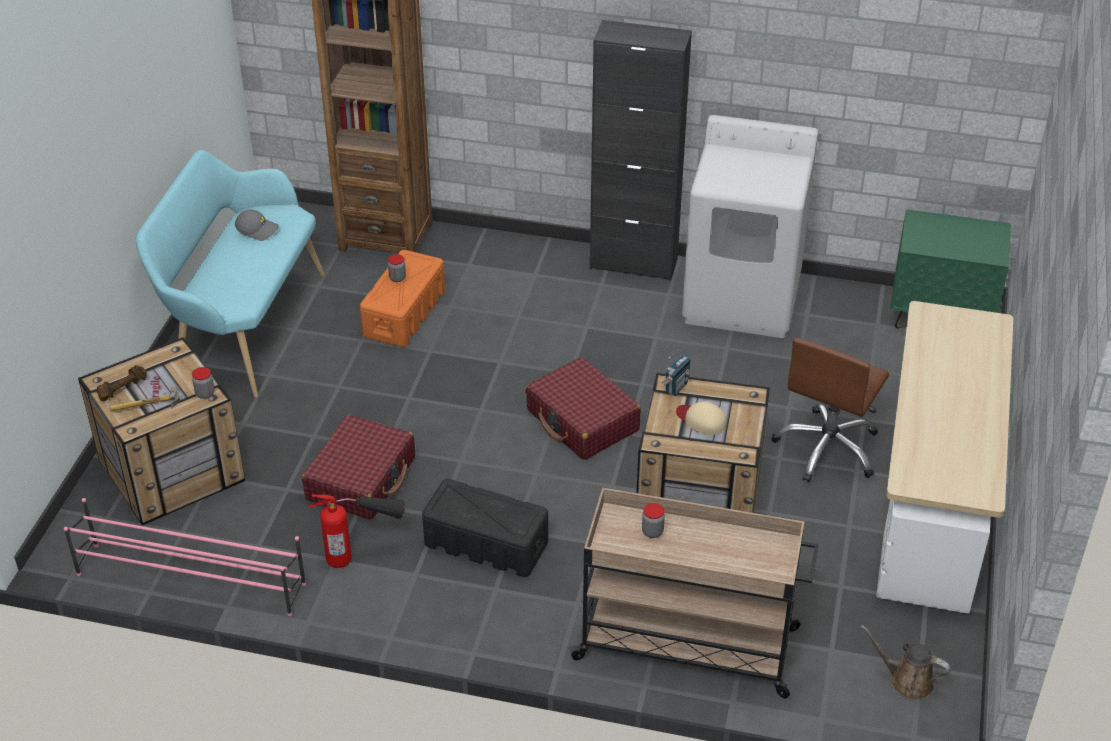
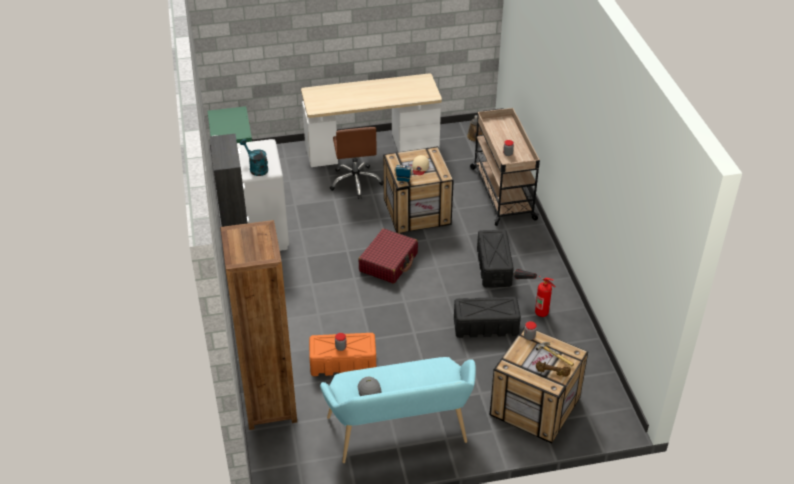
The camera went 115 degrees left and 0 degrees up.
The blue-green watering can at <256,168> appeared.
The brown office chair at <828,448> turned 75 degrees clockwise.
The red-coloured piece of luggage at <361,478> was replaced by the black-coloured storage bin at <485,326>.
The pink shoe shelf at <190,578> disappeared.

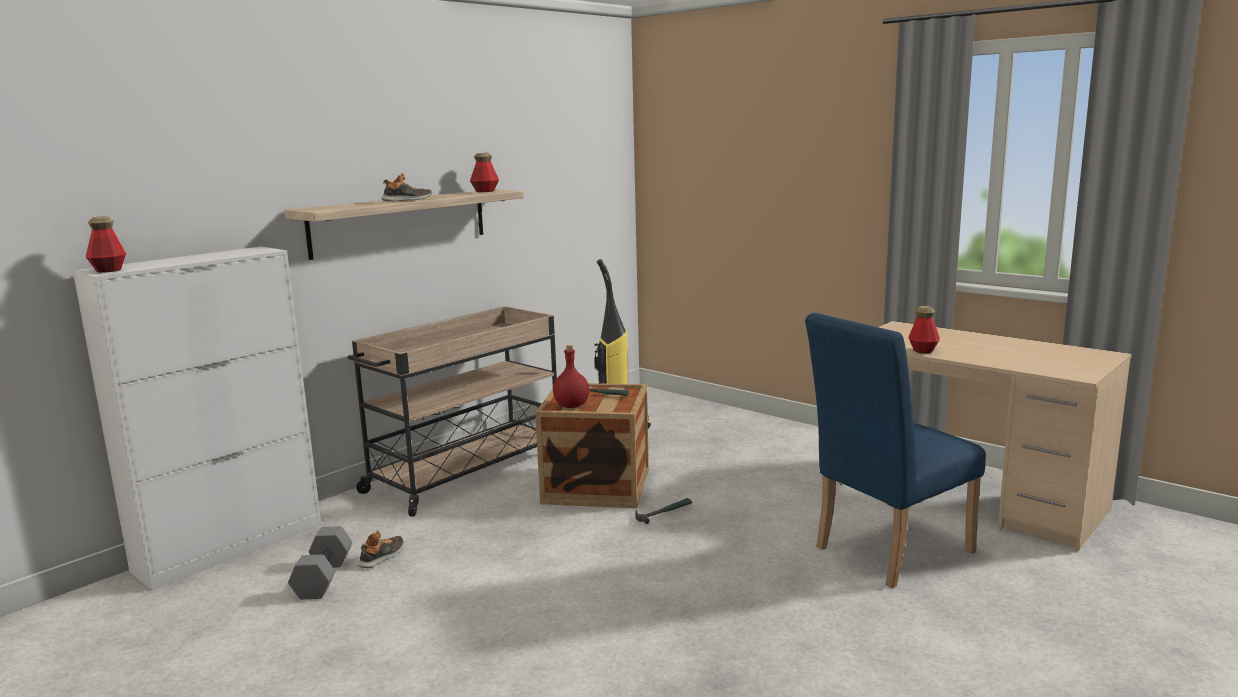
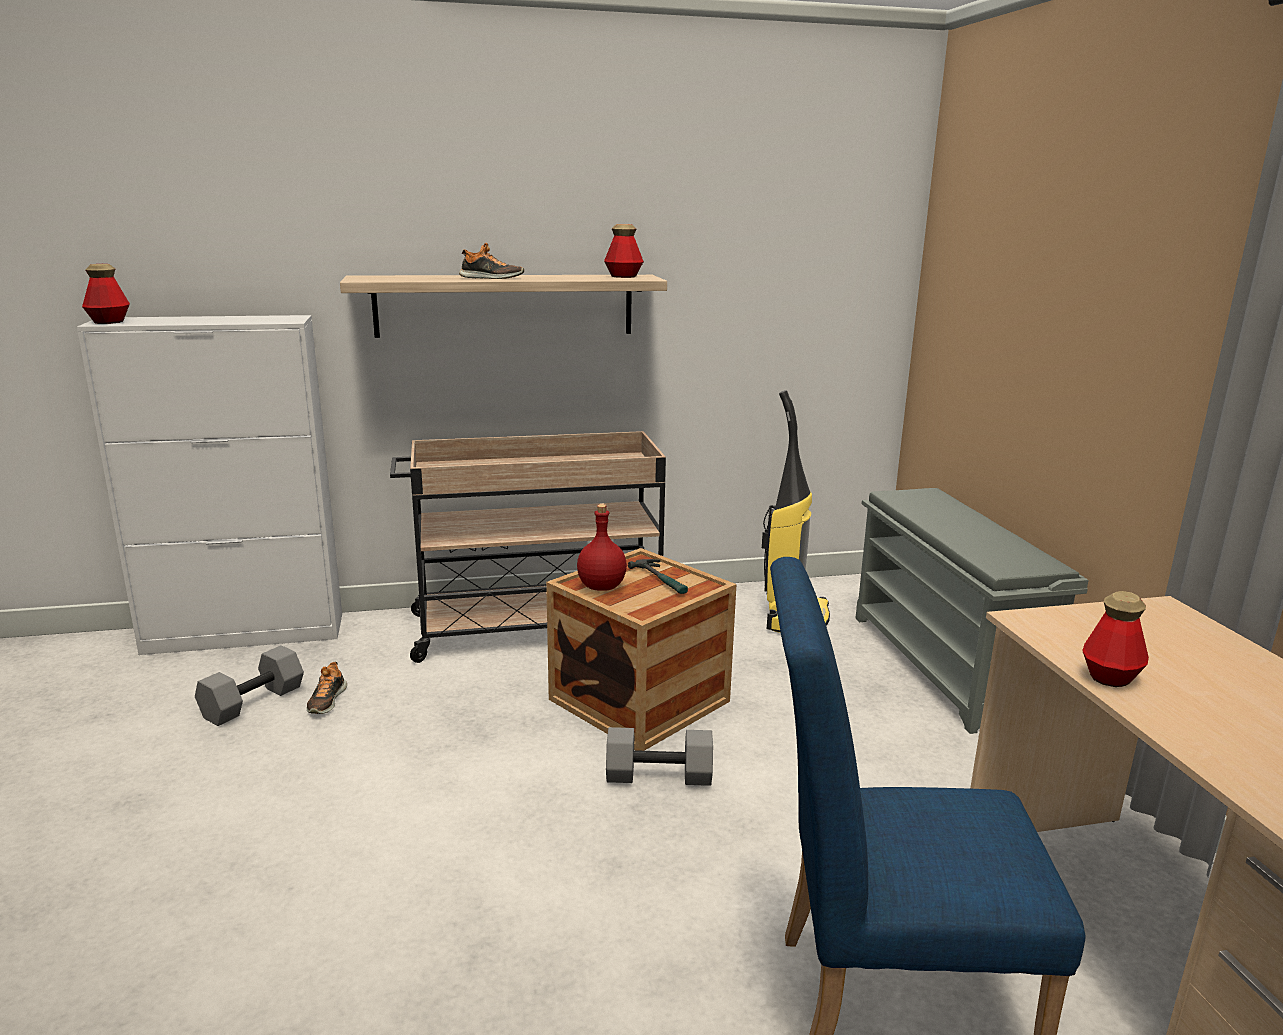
The camera went 35 degrees right and 5 degrees up.
The item of footwear at <382,557> turned 120 degrees clockwise.
The tool hammer at <663,513> was replaced by the grey hand weight at <660,775>.
The grey shoe shelf at <945,666> appeared.

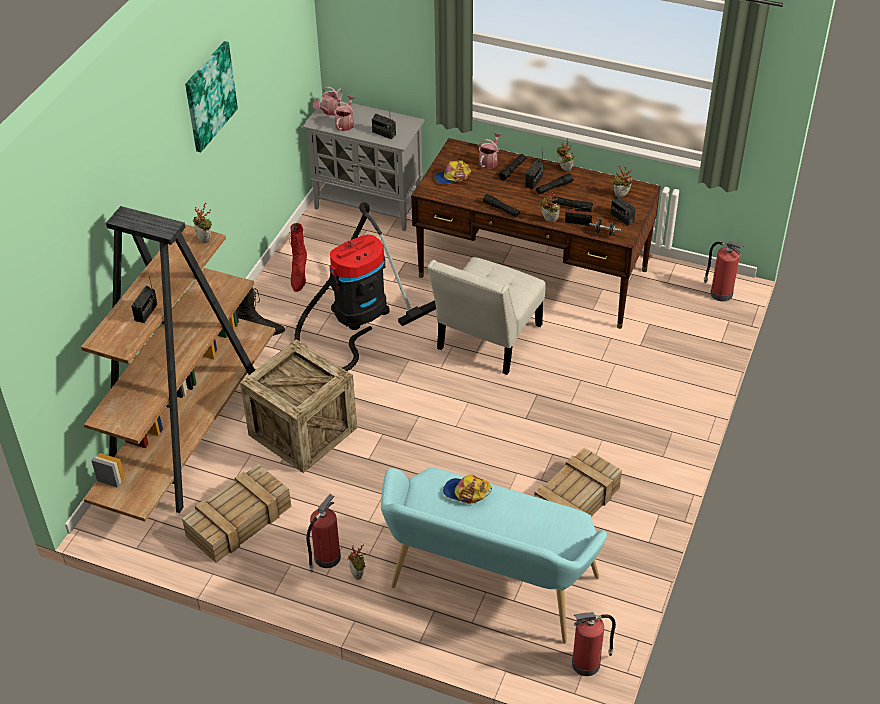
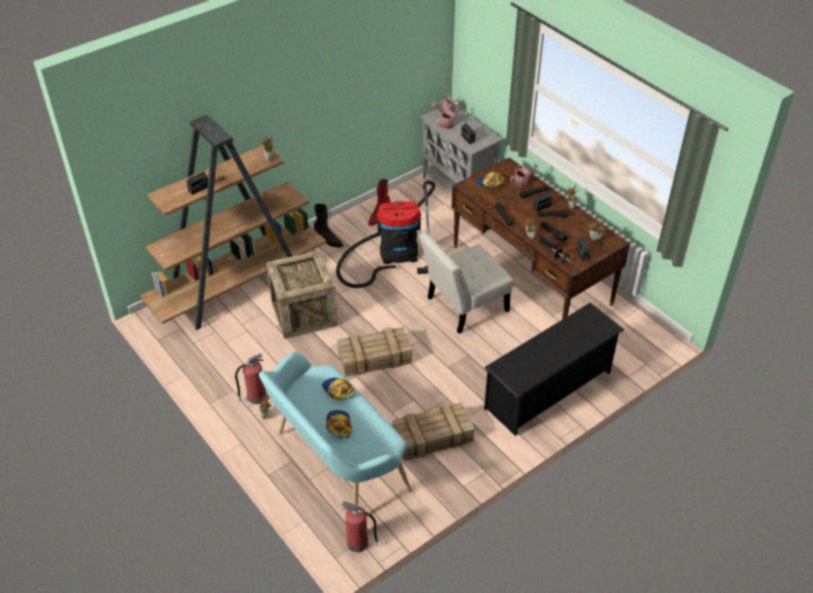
The camera went 30 degrees right and 0 degrees up.
The peaked cap at <339,425> appeared.
The shipping crate moved from <240,519> to <376,357>.
The black-coloured shoe shelf at <548,390> appeared.
The picture at <209,96> disappeared.
The fire extinguisher at <720,293> disappeared.

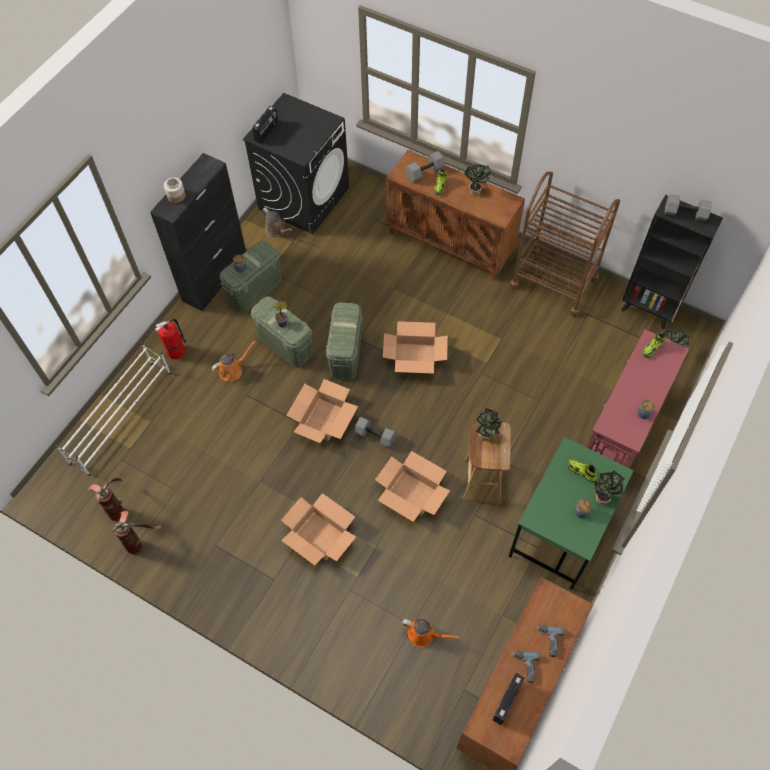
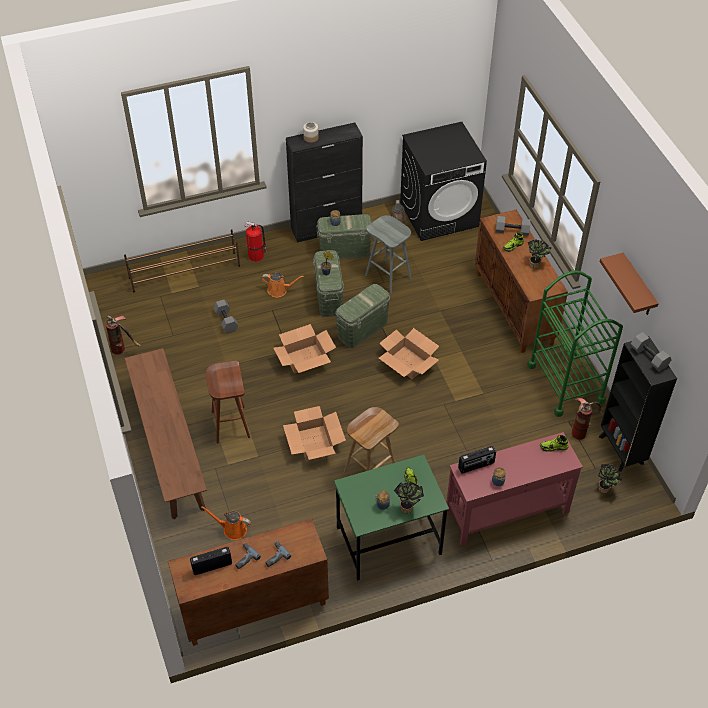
The camera went 40 degrees right and 10 degrees down.
The white-coloured shoe shelf at <122,416> became the brown shoe shelf at <185,272>.
The brown bench at <169,447> appeared.
The orange watering can at <424,634> turned 135 degrees clockwise.
The carton at <320,535> was replaced by the brown sitting stool at <230,424>.
The grey hand weight moved from <376,435> to <227,321>.
The grey sitting stool at <389,277> appeared.
The radio moved from <267,132> to <476,466>.
The brown trolley at <553,282> became the greenish trolley at <565,383>.
The fire extinguisher moved from <117,507> to <581,430>.
The brown wall shelf at <638,286> appeared.
The houseplant at <486,436> disappeared.

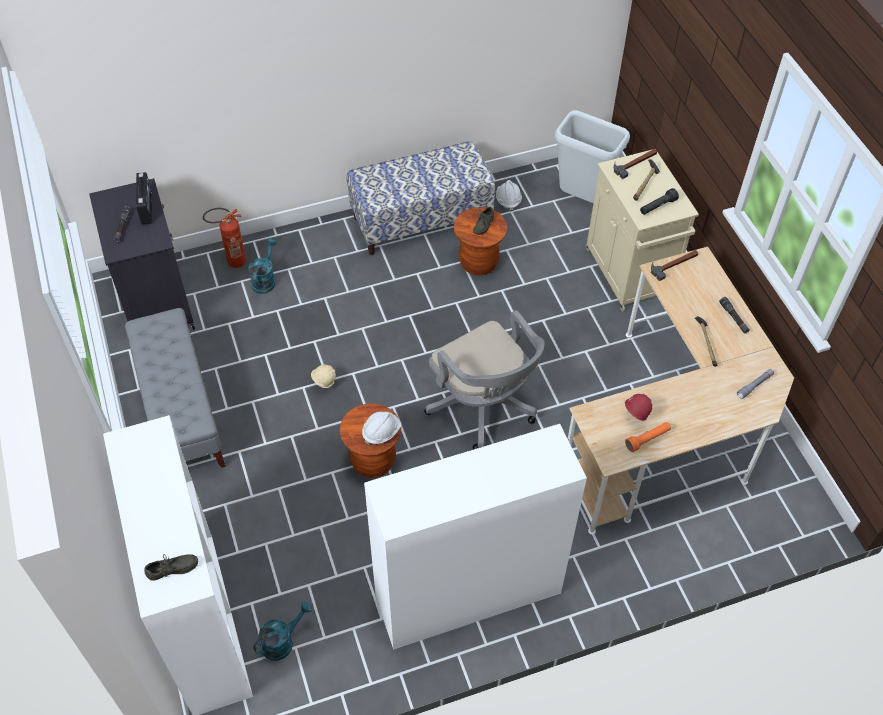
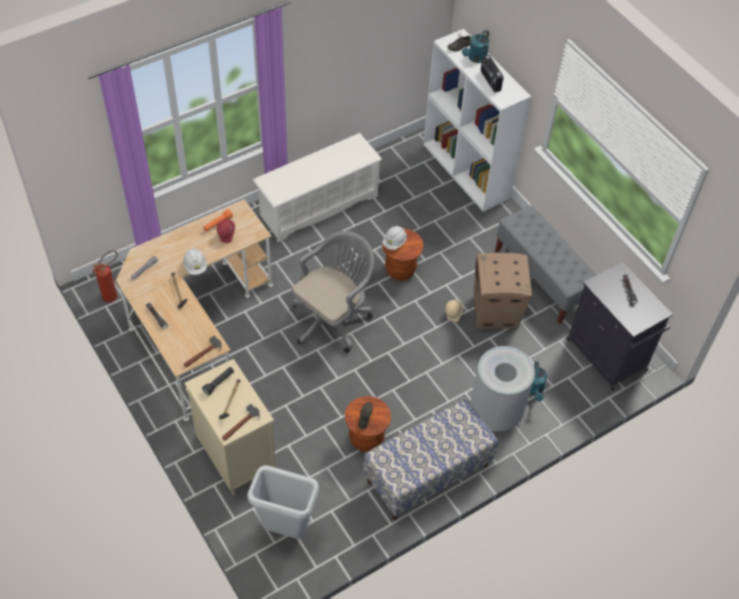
The camera went 165 degrees right and 0 degrees up.
The fire extinguisher moved from <232,262> to <113,295>.
The white-coloured safety helmet moved from <508,200> to <195,266>.
The white-coloured bookcase at <467,597> was replaced by the white-coloured shoe shelf at <318,206>.
The grey office chair at <484,408> turned 90 degrees clockwise.
The blue-green watering can moved from <282,641> to <475,58>.
The grey waste bin at <495,413> appeared.
The carton at <496,312> appeared.
The radio moved from <147,208> to <490,81>.

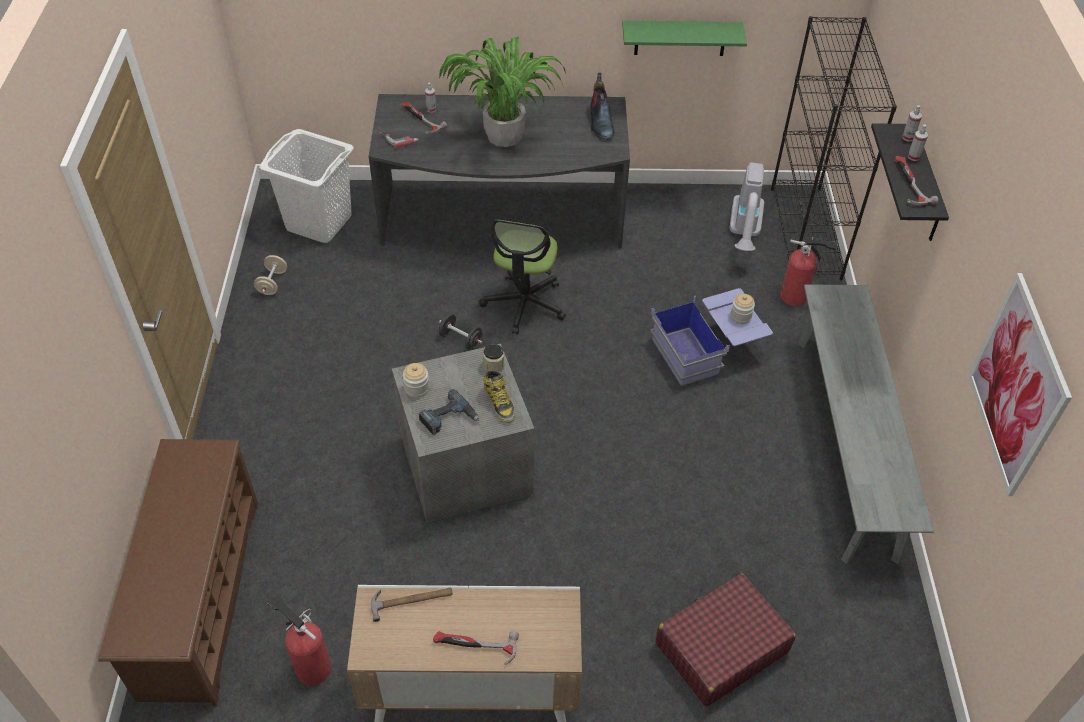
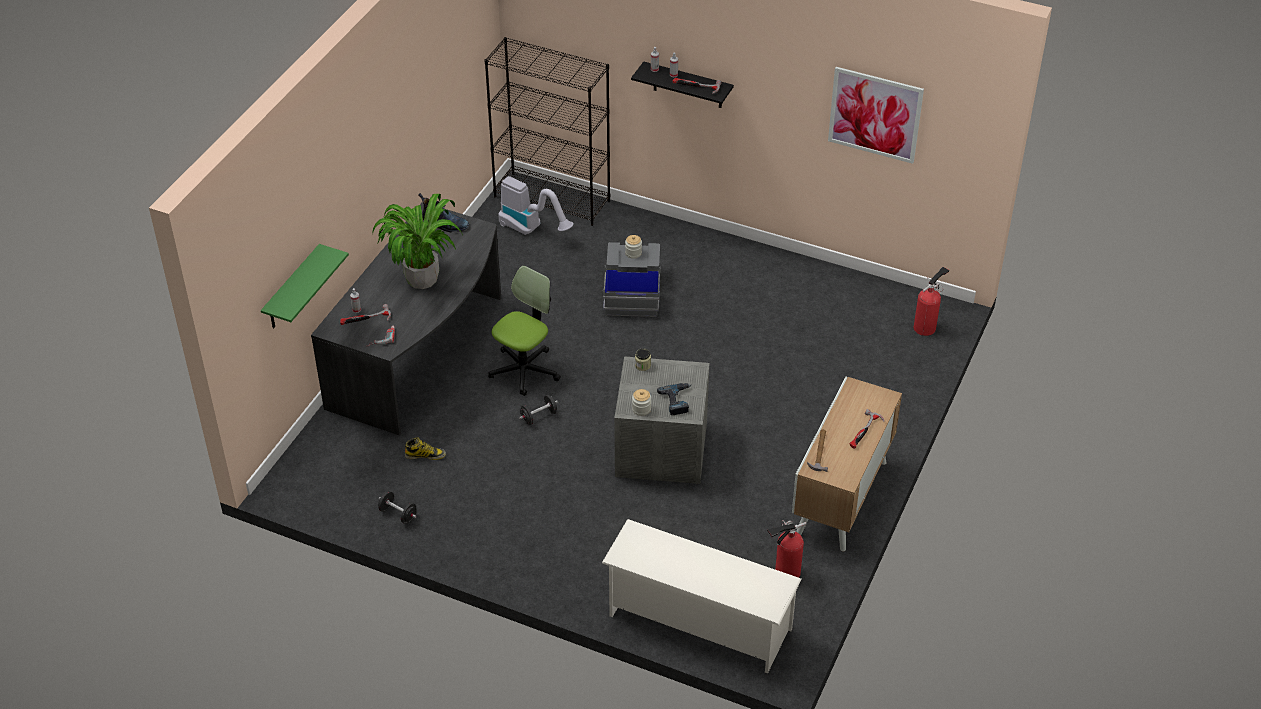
The camera went 65 degrees left and 5 degrees down.
The greenish wall shelf moved from <680,38> to <292,289>.
The beige hand weight at <272,283> became the black-coloured hand weight at <398,514>.
The high-top boot moved from <499,403> to <425,455>.
The office chair at <524,304> turned 90 degrees counterclockwise.
The blue storage bin at <707,351> became the grey storage bin at <632,292>.
The brown shoe shelf at <200,597> became the white-coloured shoe shelf at <698,622>.
The fire extinguisher moved from <796,297> to <926,327>.
The white-coloured washing basket at <319,222> disappeared.
The red-coloured piece of luggage at <721,647> disappeared.
The grey bench at <845,444> disappeared.

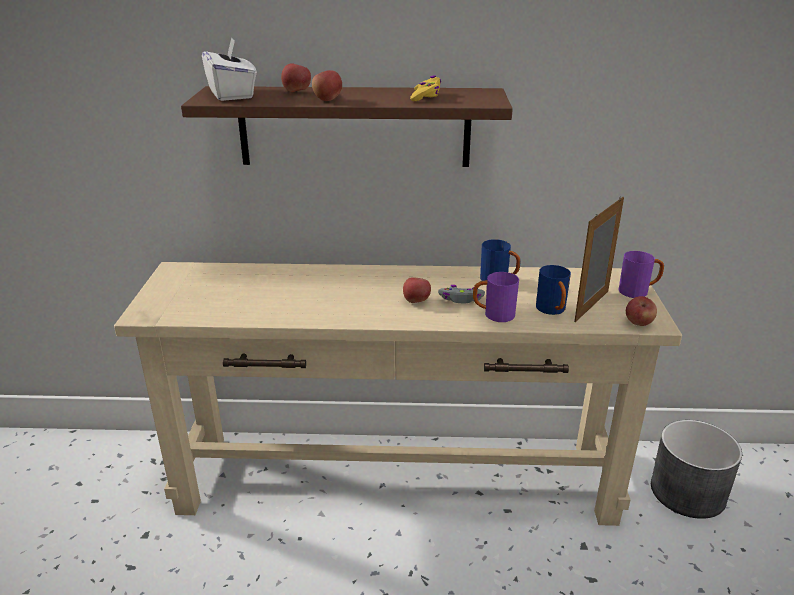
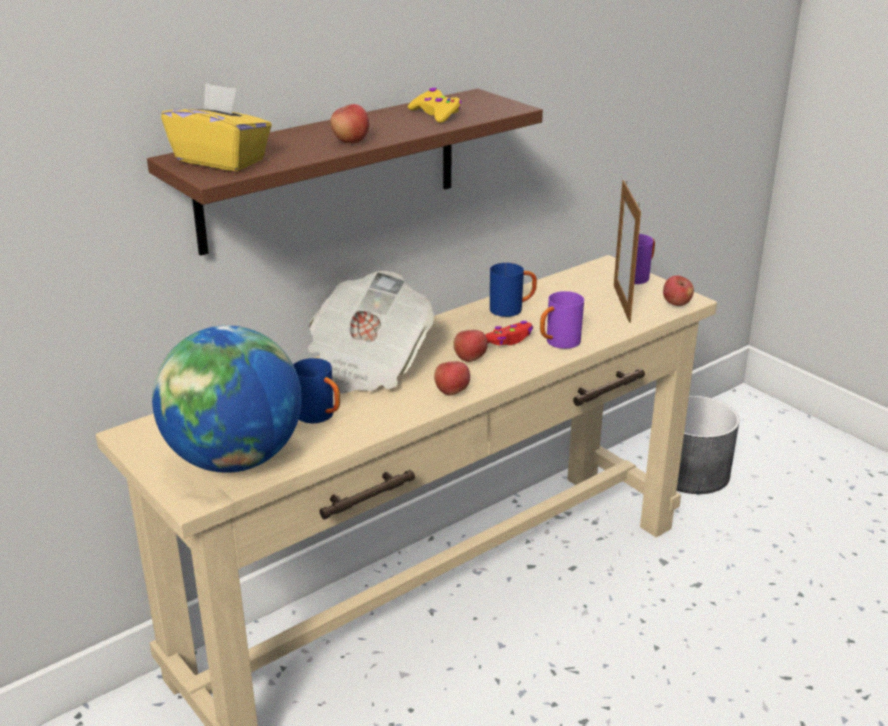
The camera went 40 degrees left and 0 degrees up.
The world globe at <234,460> appeared.
The white-coloured box of tissues at <232,94> became the yellow-coloured box of tissues at <221,160>.
The blue coffee mug moved from <553,311> to <320,417>.
The daily paper at <366,366> appeared.
The apple moved from <296,91> to <452,391>.
The grey game controller at <461,299> became the red-coloured game controller at <507,340>.

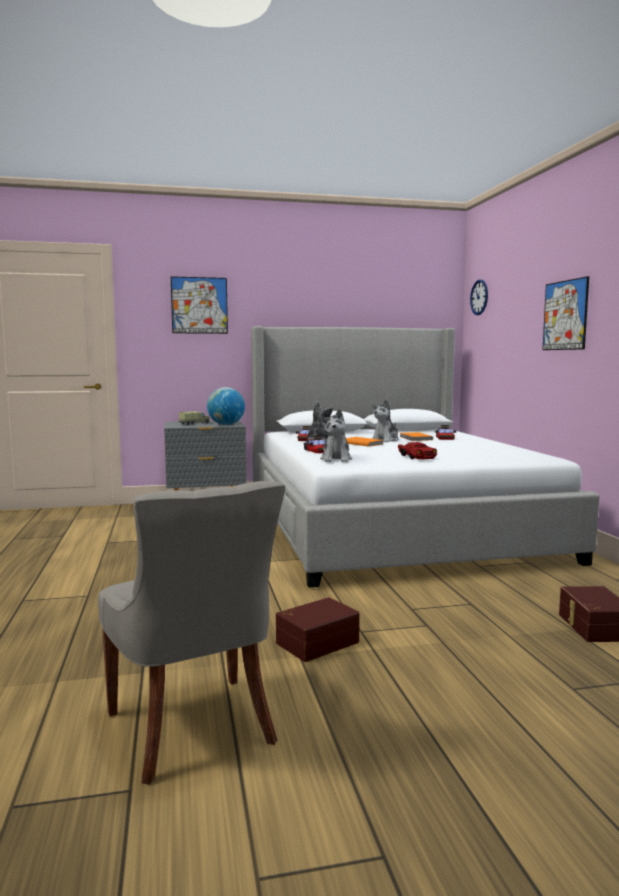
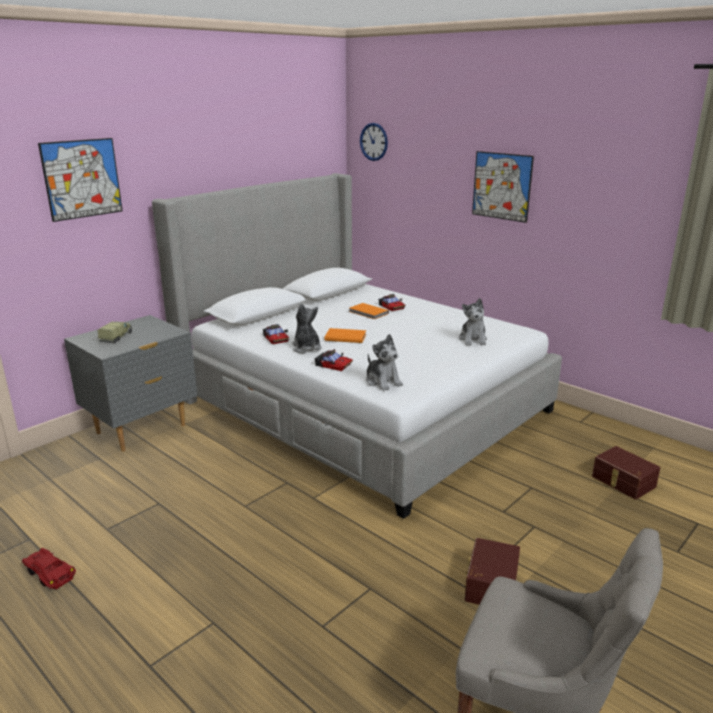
The camera went 35 degrees left and 15 degrees up.
The red-coloured model car moved from <416,457> to <49,573>.
The plush toy moved from <385,440> to <473,339>.
The world globe at <226,425> disappeared.

